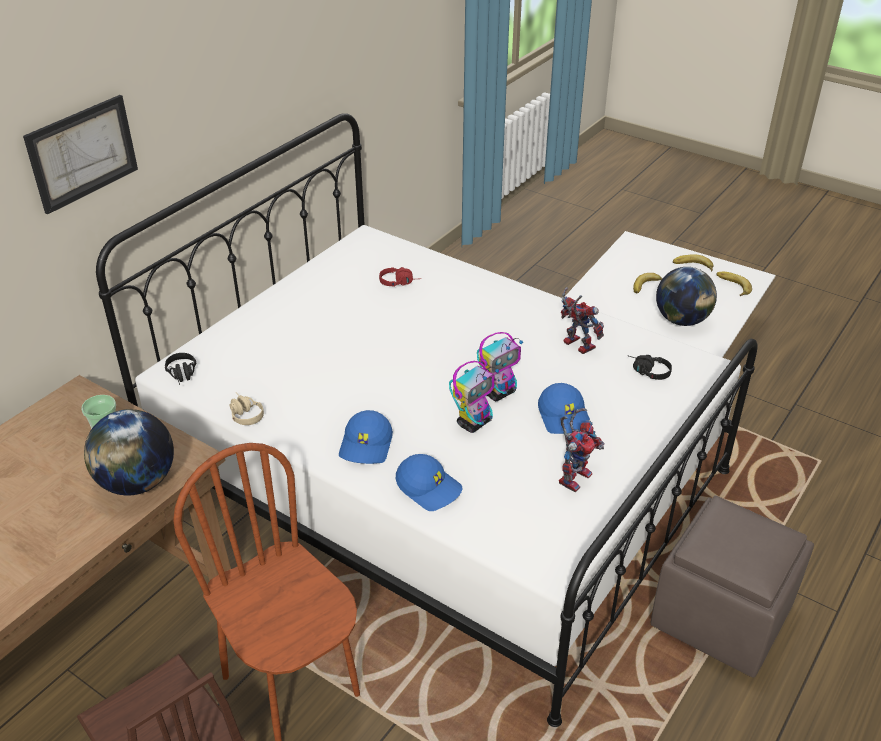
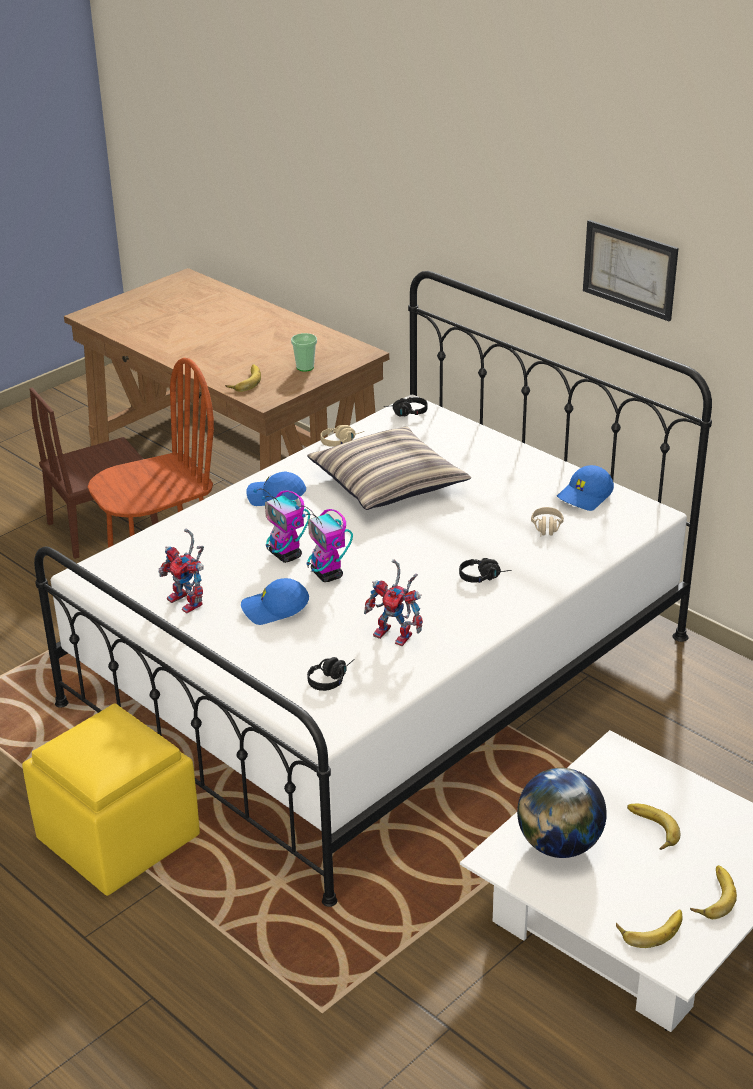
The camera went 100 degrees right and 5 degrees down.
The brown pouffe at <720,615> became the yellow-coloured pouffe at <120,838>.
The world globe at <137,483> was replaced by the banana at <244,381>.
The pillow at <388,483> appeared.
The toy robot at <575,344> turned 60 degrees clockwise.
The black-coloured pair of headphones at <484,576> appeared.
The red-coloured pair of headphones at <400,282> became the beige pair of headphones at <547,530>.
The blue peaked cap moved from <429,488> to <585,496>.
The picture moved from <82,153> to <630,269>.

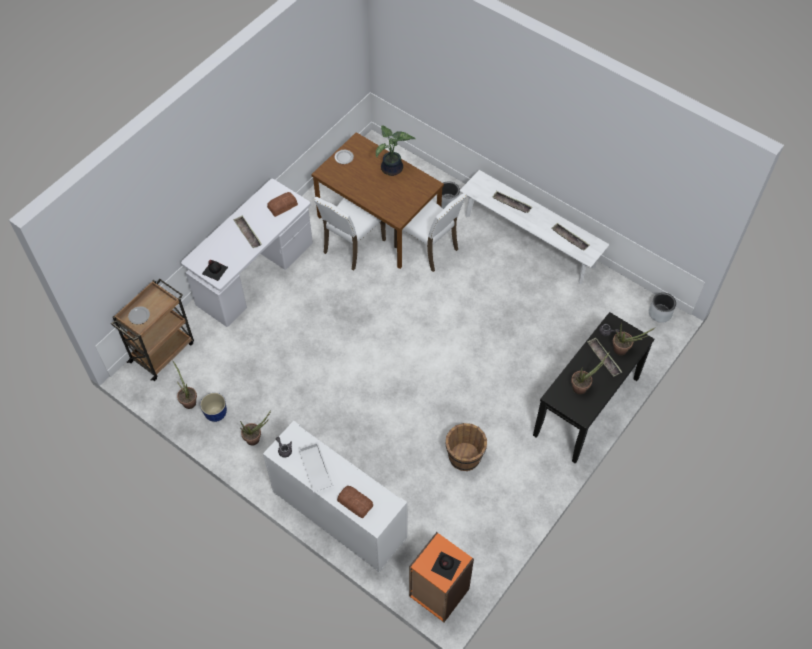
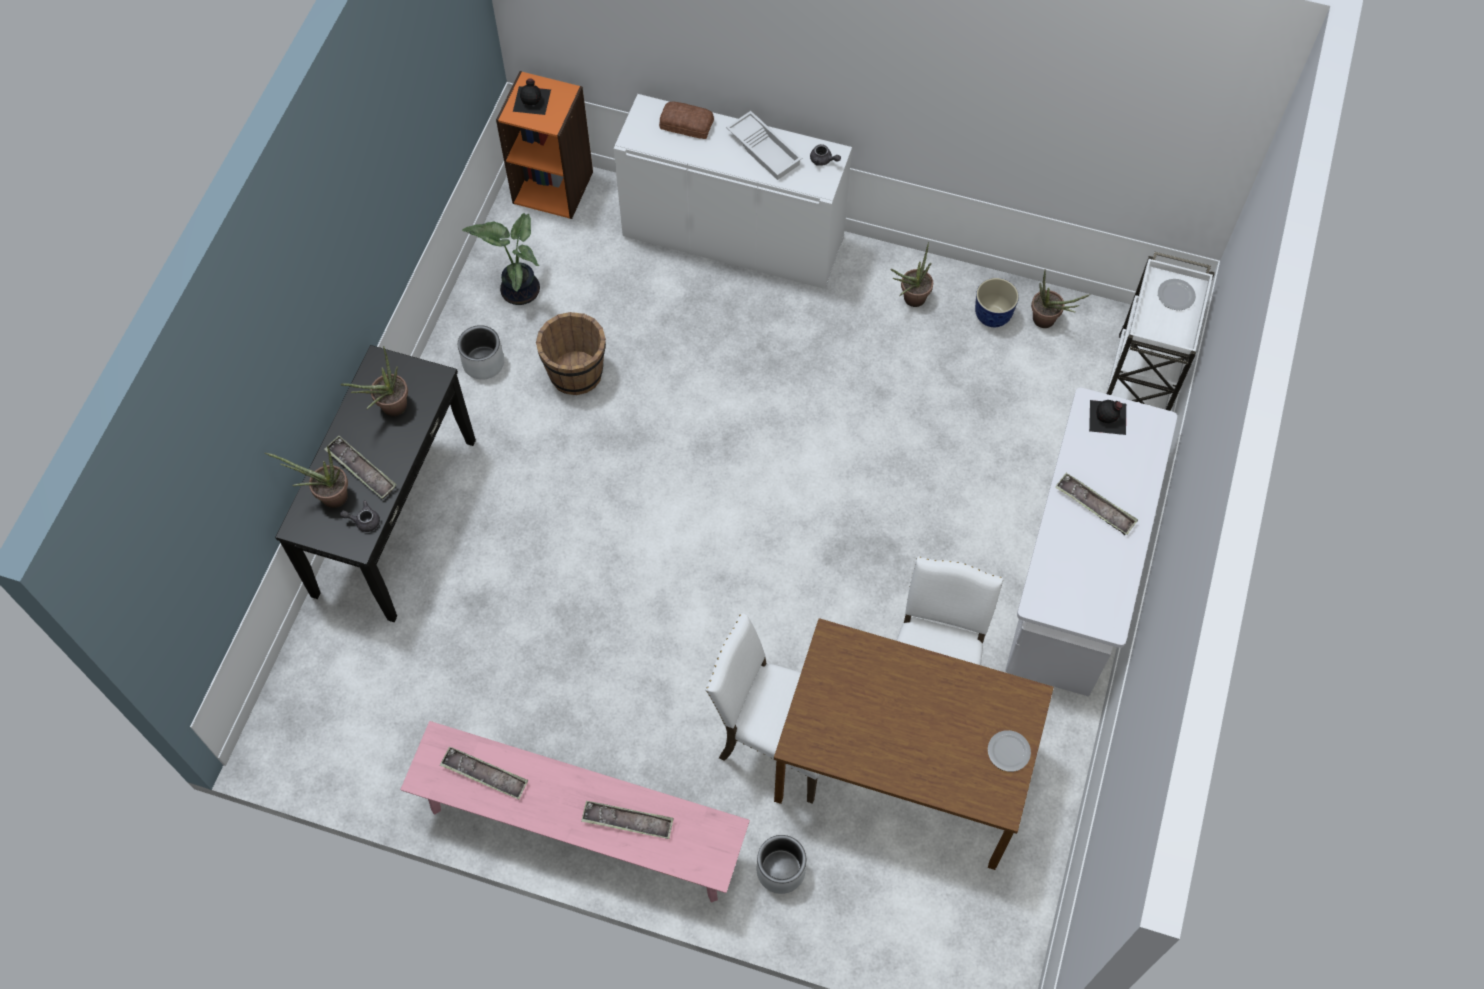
The camera went 160 degrees right and 5 degrees up.
The white-coloured bench at <529,241> became the pink bench at <581,829>.
The grey plant pot moved from <660,313> to <483,363>.
The houseplant moved from <392,169> to <519,289>.
The brown trolley at <163,351> became the white-coloured trolley at <1140,383>.
The bakery bread at <282,206> disappeared.

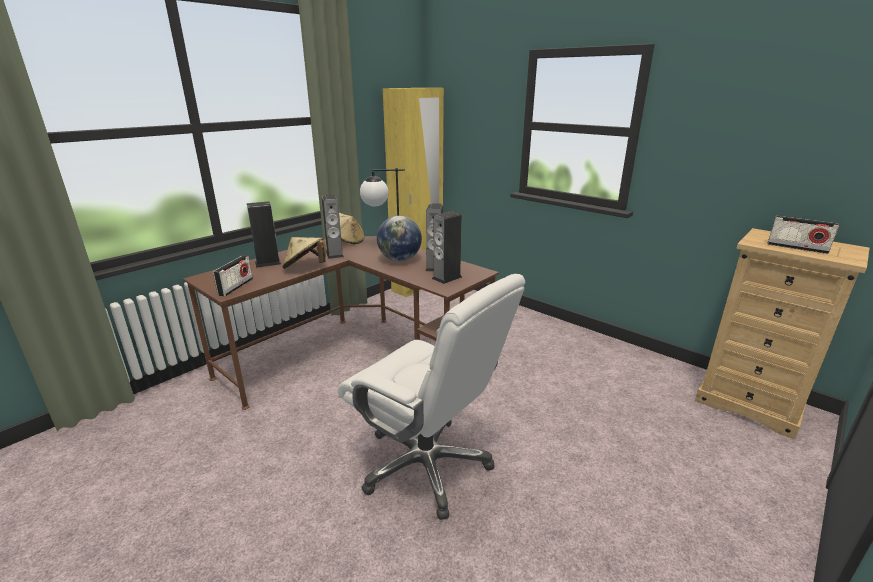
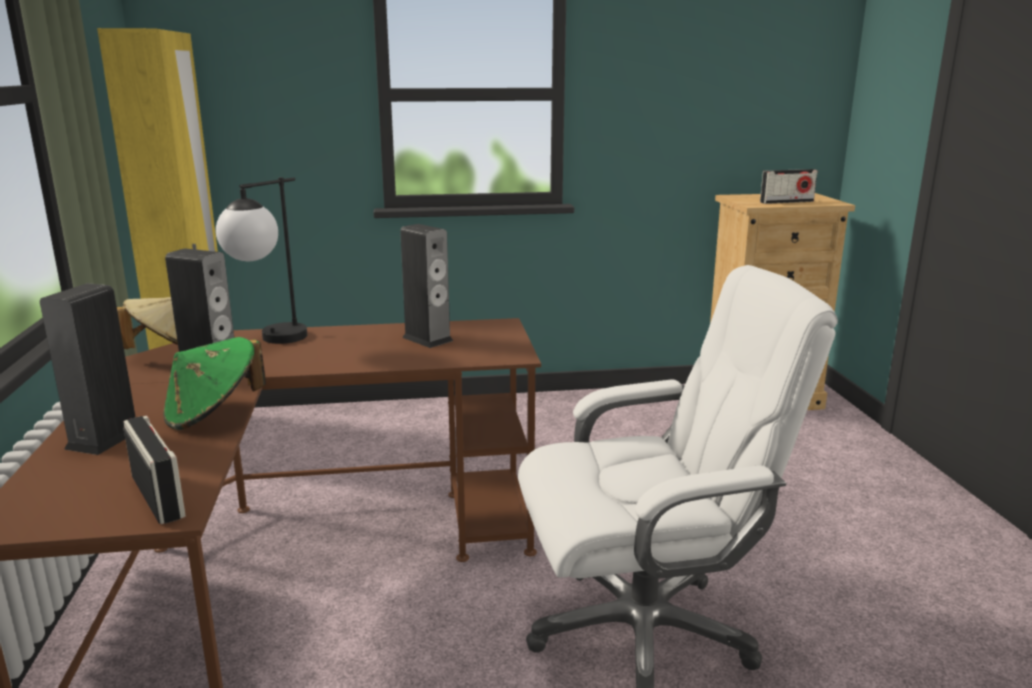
The camera went 50 degrees left and 5 degrees down.
The beige clothing hat at <305,267> became the greenish clothing hat at <214,414>.
The world globe at <399,259> disappeared.
The audio speaker at <447,278> disappeared.

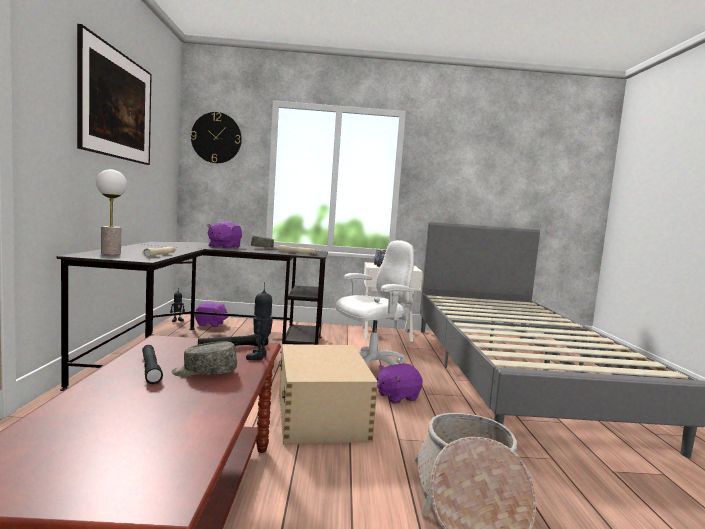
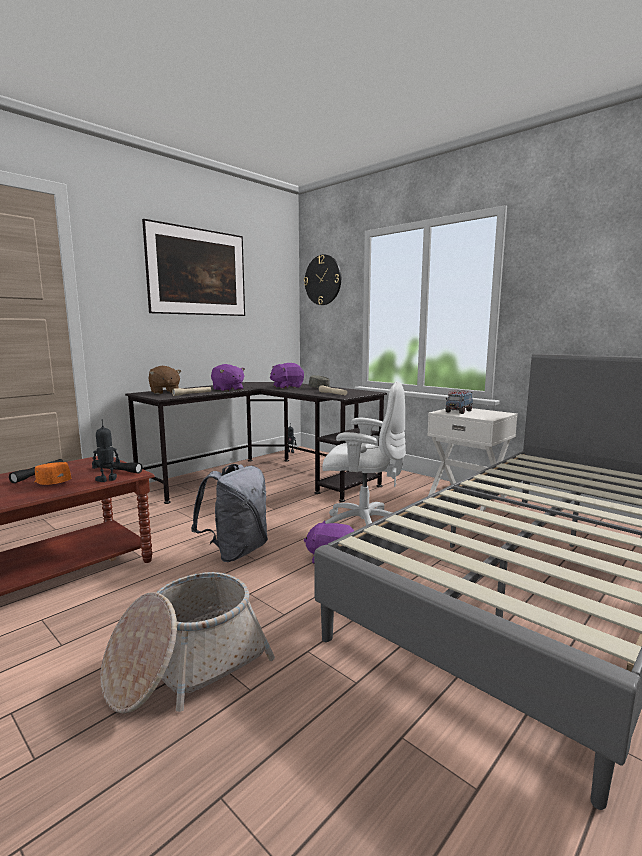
The camera went 45 degrees right and 5 degrees up.
The grey peaked cap at <204,372> became the orange peaked cap at <51,482>.
The lamp for a table at <111,254> was replaced by the brown plush toy at <164,392>.
The beige storage bin at <321,415> was replaced by the grey rucksack at <236,552>.
The purple-coloured plush toy moved from <210,324> to <227,389>.

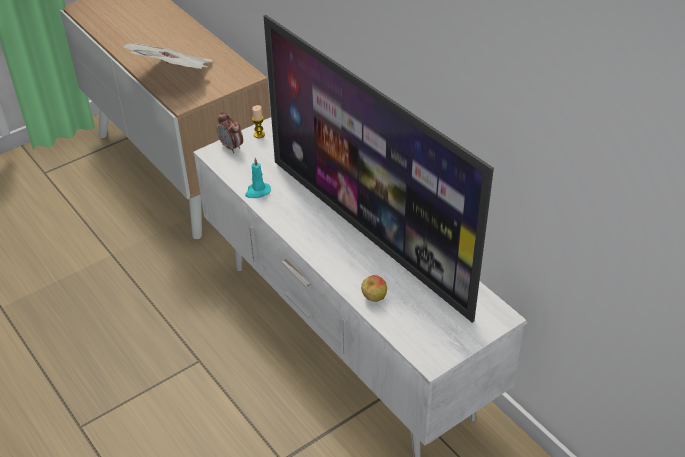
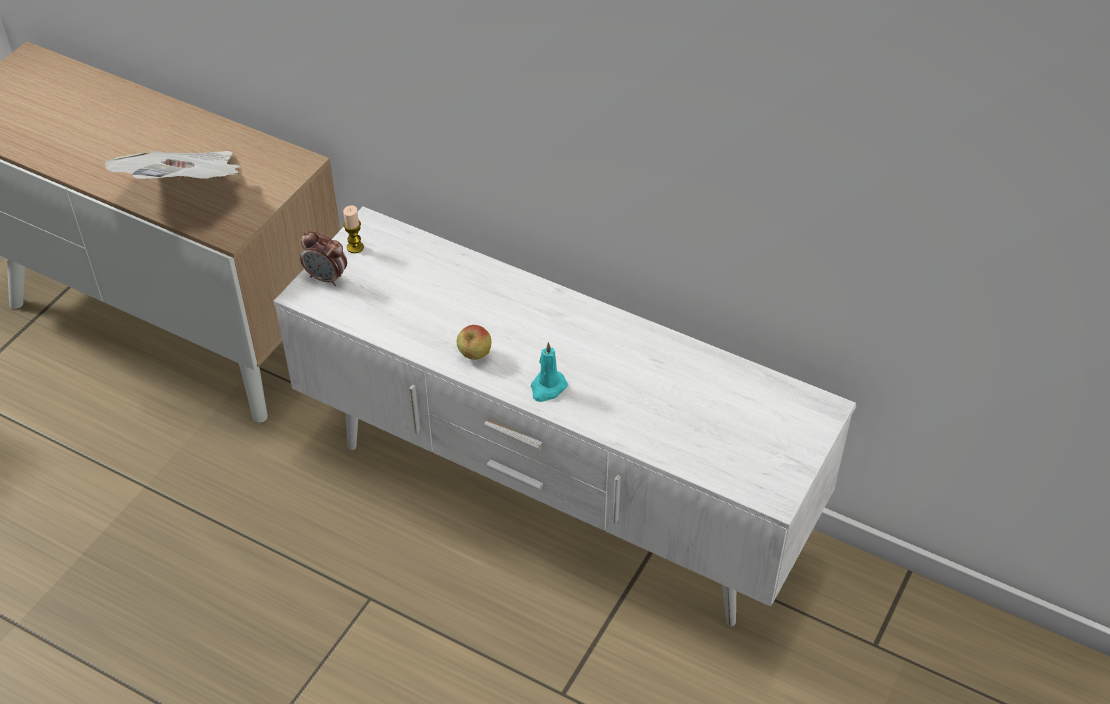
The camera went 25 degrees left and 5 degrees up.
The apple moved from <374,298> to <474,355>.
The blue-green wax candle moved from <257,192> to <547,388>.
The TV set at <370,234> disappeared.

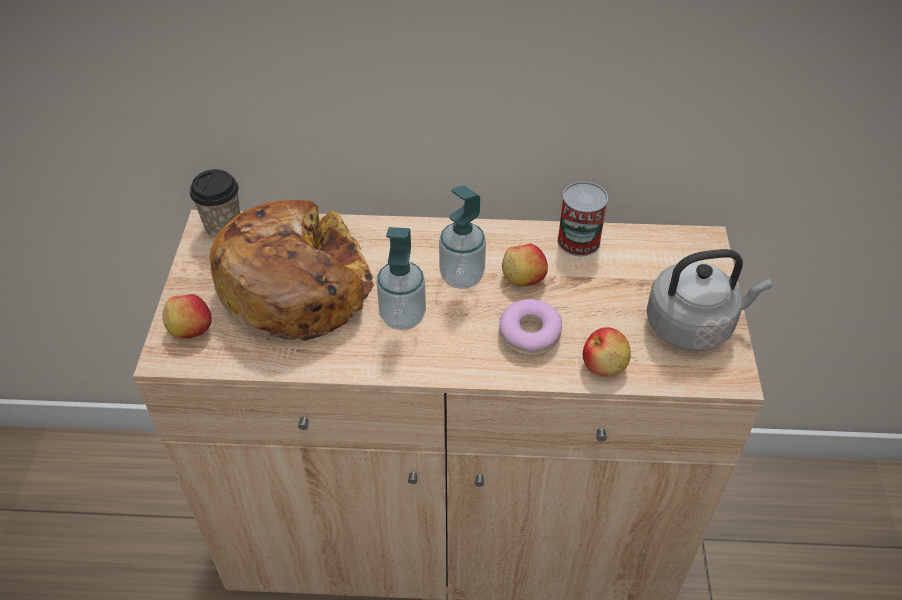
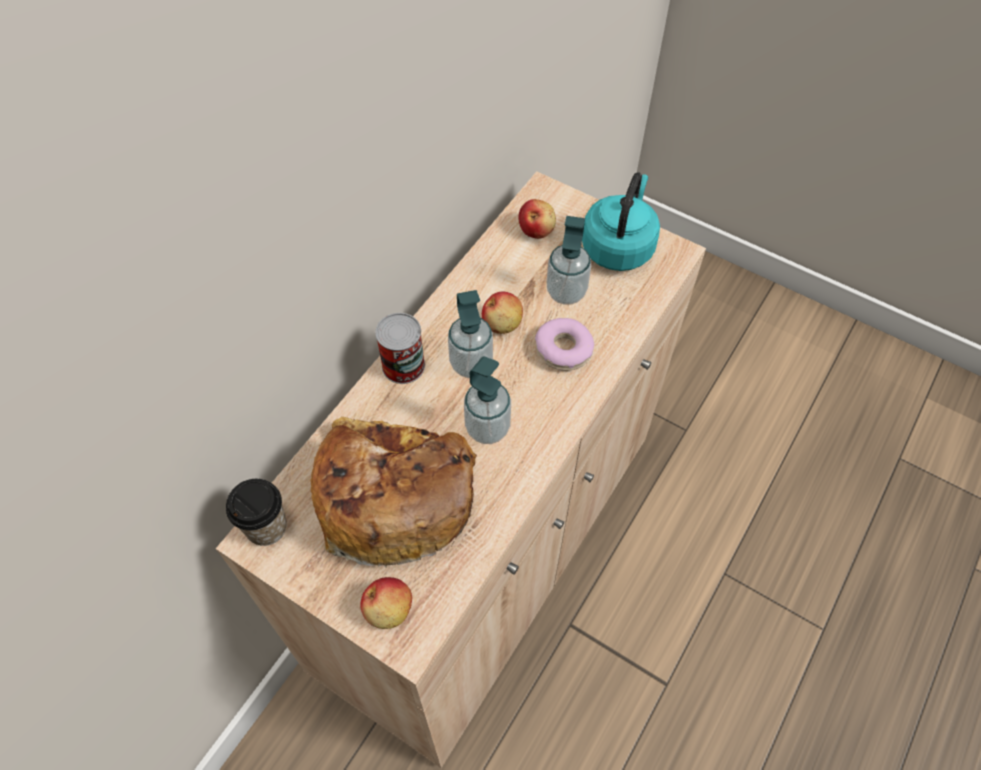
The camera went 60 degrees left and 10 degrees up.
The sealed can moved from <578,241> to <403,365>.
The apple moved from <604,364> to <536,229>.
The soap dispenser at <566,292> appeared.
The grey kettle at <693,325> became the blue-green kettle at <618,246>.

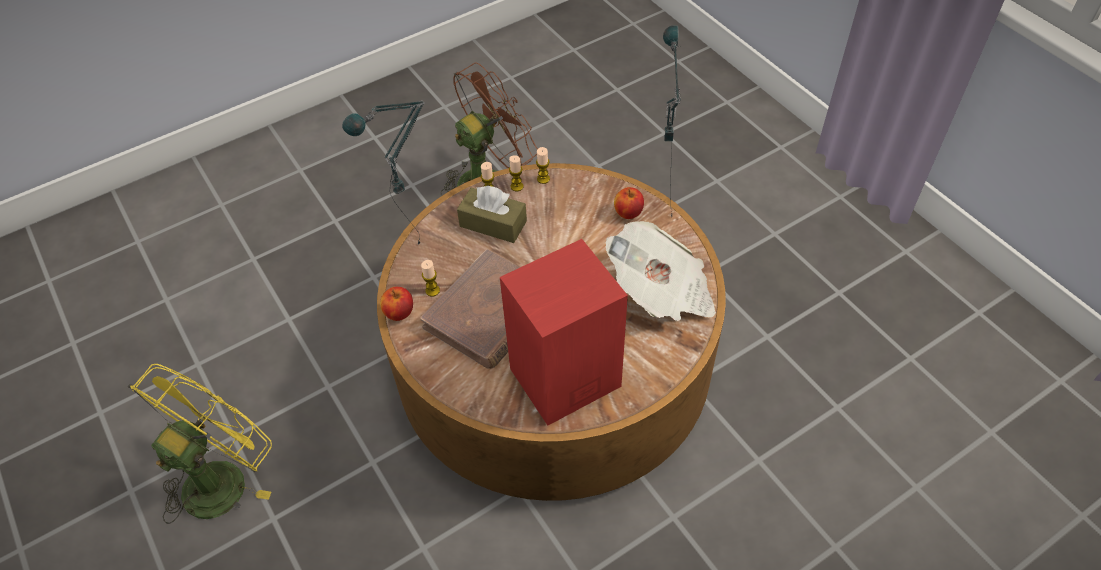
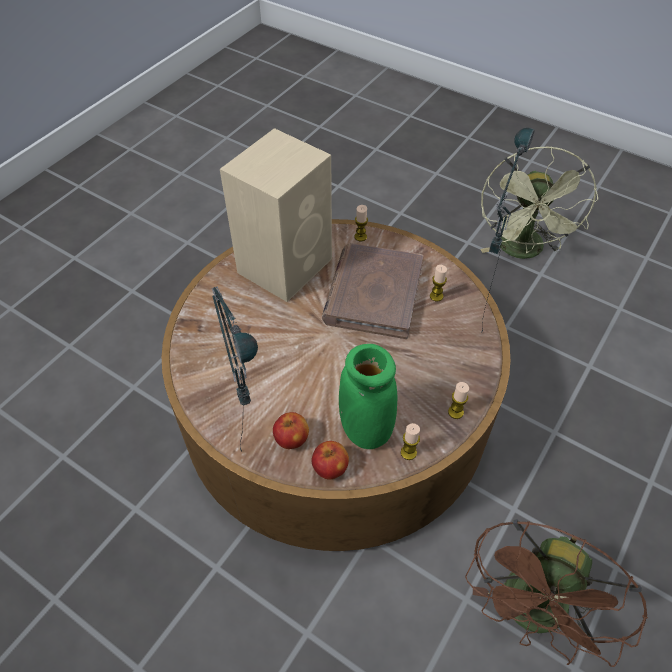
The camera went 155 degrees right and 0 degrees up.
The red-coloured audio speaker at <562,379> became the beige audio speaker at <286,264>.
The apple moved from <399,313> to <330,468>.
The greenish decorative vase at <365,428> appeared.
The wax candle moved from <517,186> to <360,237>.
The yellow-coloured cooling fan at <222,476> became the greenish cooling fan at <522,251>.
The brown box of tissues at <493,224> disappeared.
The daily paper at <661,292> disappeared.

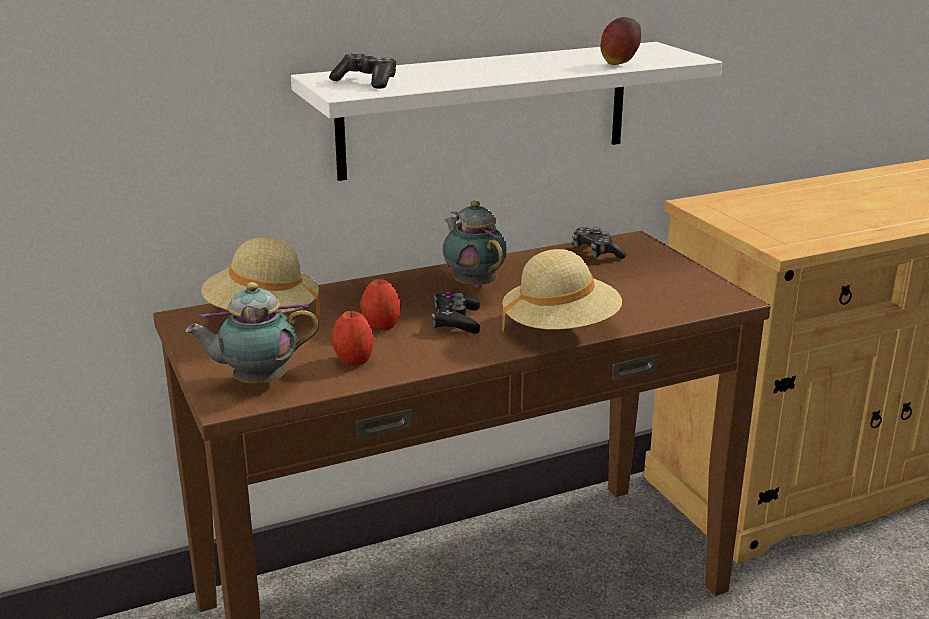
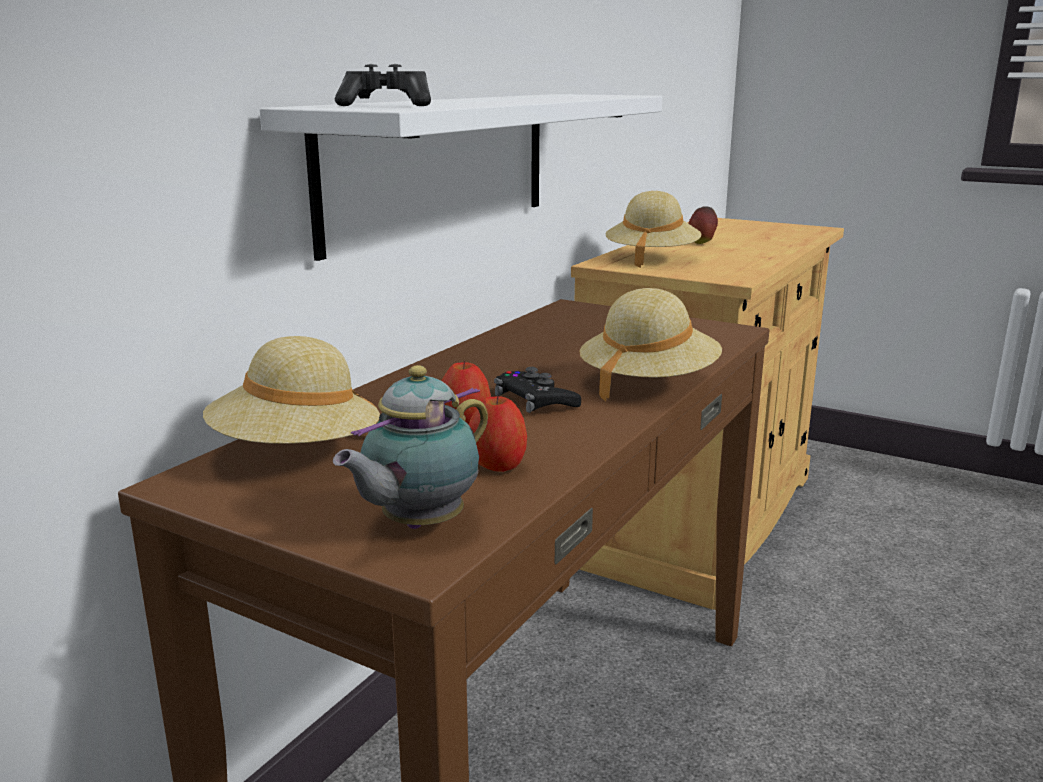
The camera went 35 degrees left and 5 degrees down.
The beige clothing hat at <651,258> appeared.
The apple moved from <619,64> to <701,243>.
The pot for tea at <473,284> disappeared.
The game controller at <596,253> disappeared.

